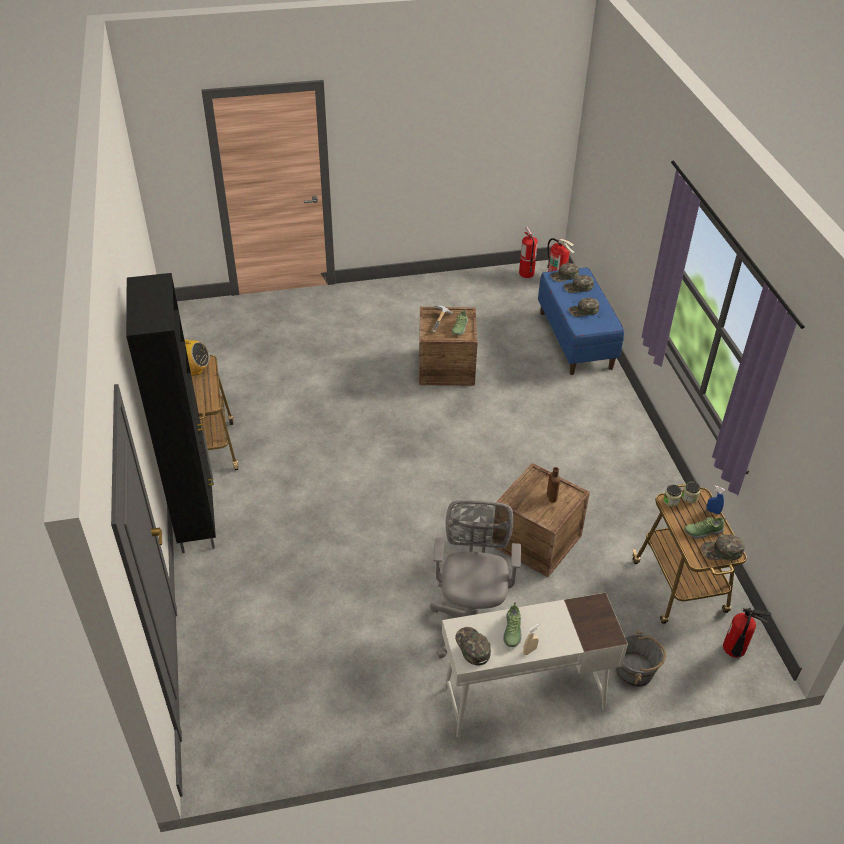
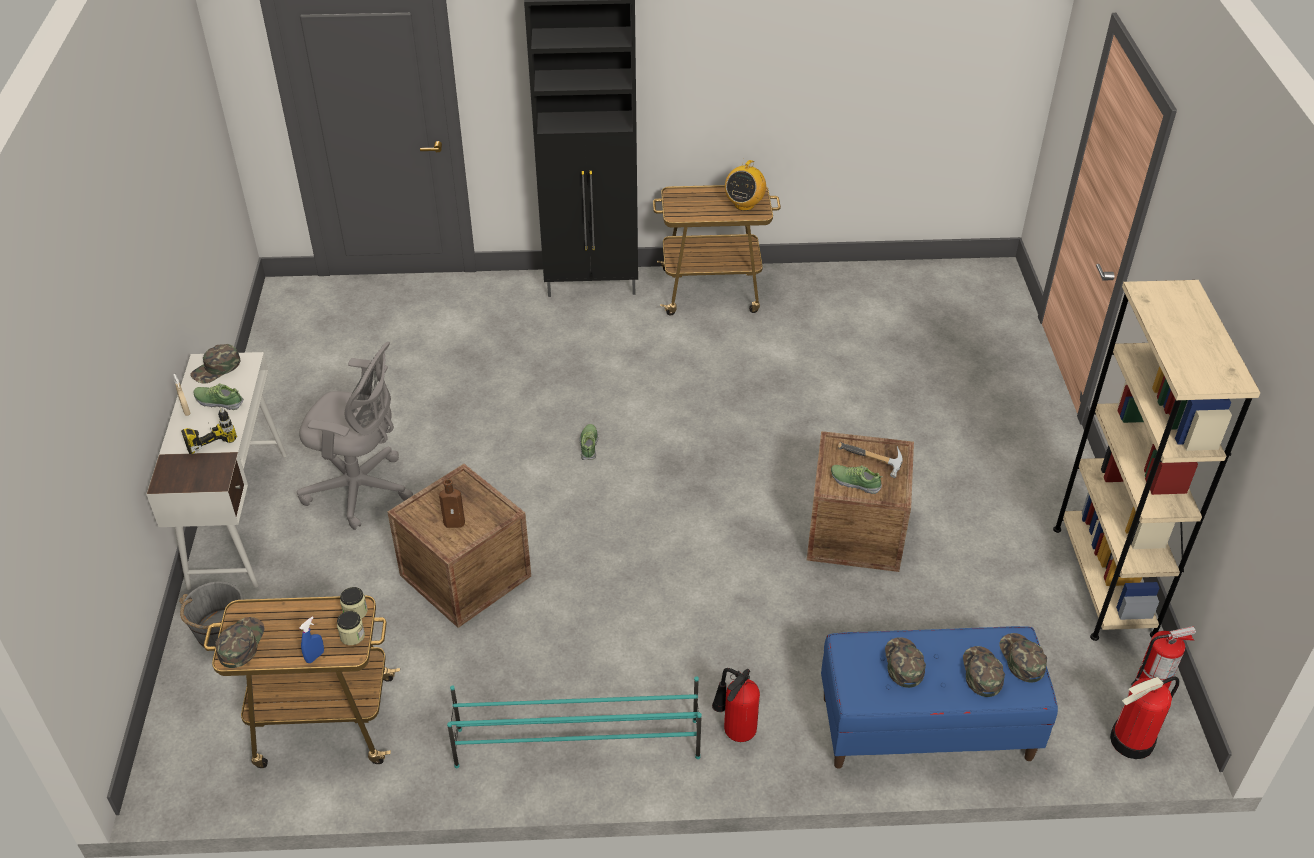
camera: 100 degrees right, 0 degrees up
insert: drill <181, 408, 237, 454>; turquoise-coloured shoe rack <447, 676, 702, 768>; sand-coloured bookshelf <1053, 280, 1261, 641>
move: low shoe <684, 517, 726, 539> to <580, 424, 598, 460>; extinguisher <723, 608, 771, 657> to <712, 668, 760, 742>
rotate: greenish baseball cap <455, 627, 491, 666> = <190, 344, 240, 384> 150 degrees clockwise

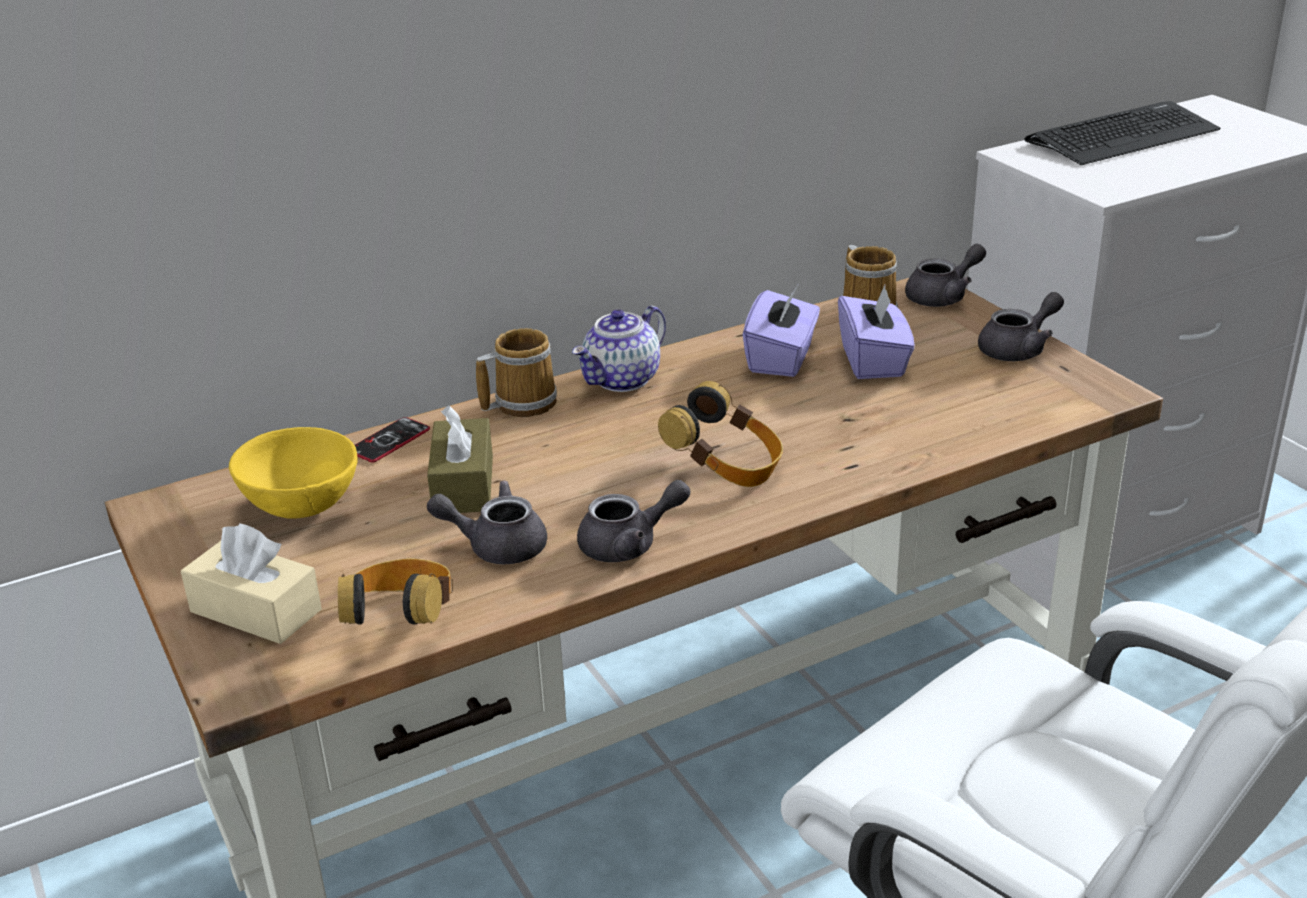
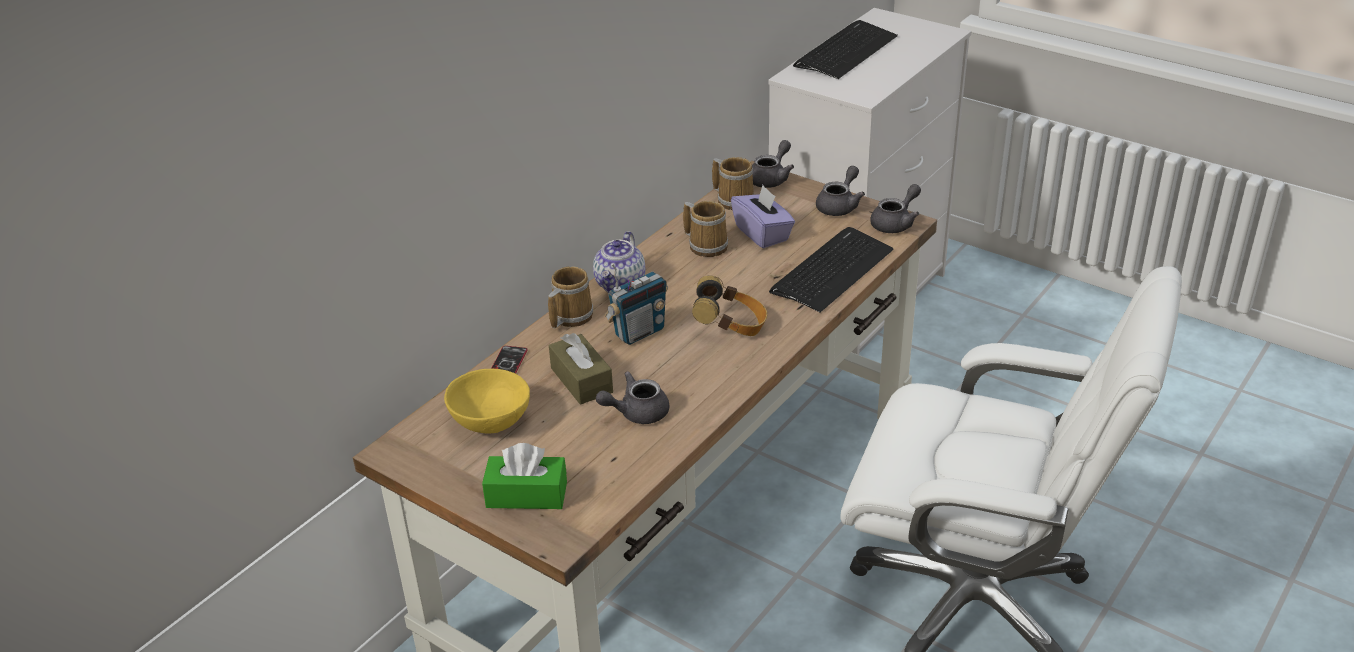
camera: 25 degrees left, 5 degrees up
delete: headset <338, 558, 453, 625>
insert: radio receiver <605, 263, 668, 345>; PC keyboard <769, 227, 894, 313>
move: greyish teapot <577, 480, 690, 562> to <870, 184, 921, 233>
replace: purple tissue box <743, 285, 820, 377> to mug <683, 201, 728, 257>
recolor: sand-coloured tissue box <181, 523, 322, 644> to greenish tissue box <482, 443, 567, 509>

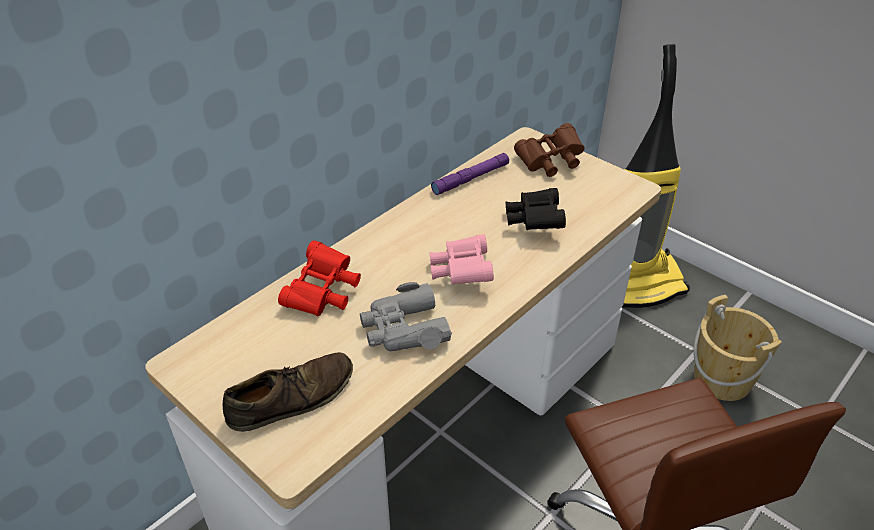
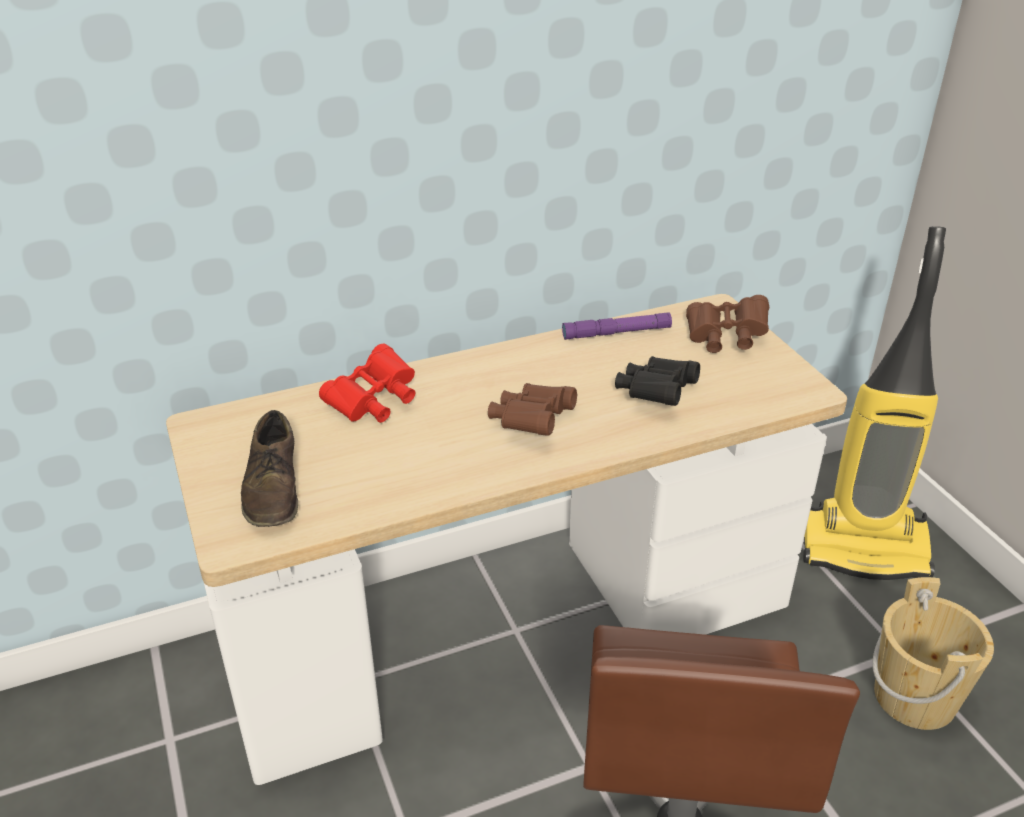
camera: 25 degrees right, 5 degrees down
delete: greyish binoculars <360, 282, 452, 351>
recolor: pink binoculars <430, 234, 494, 285> to brown-coloured binoculars <488, 383, 577, 436>
rotate: brown-coloured low shoe <223, 352, 353, 432> = <241, 410, 298, 527> 90 degrees clockwise

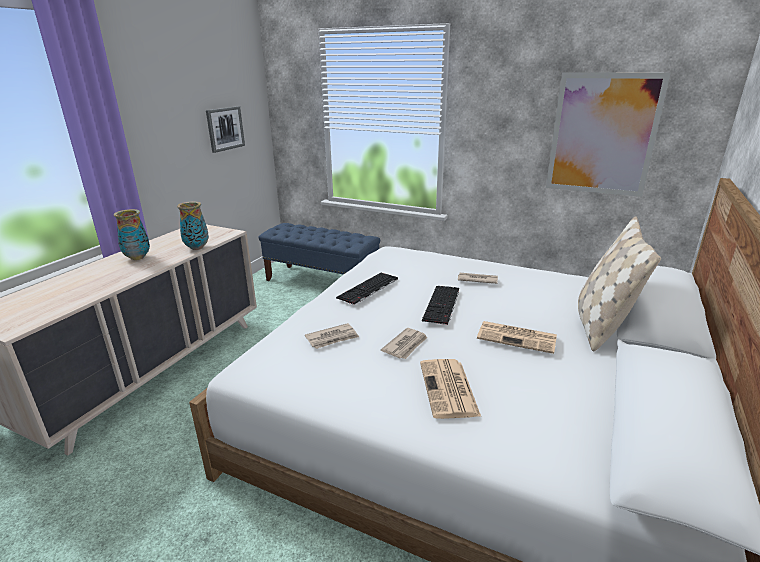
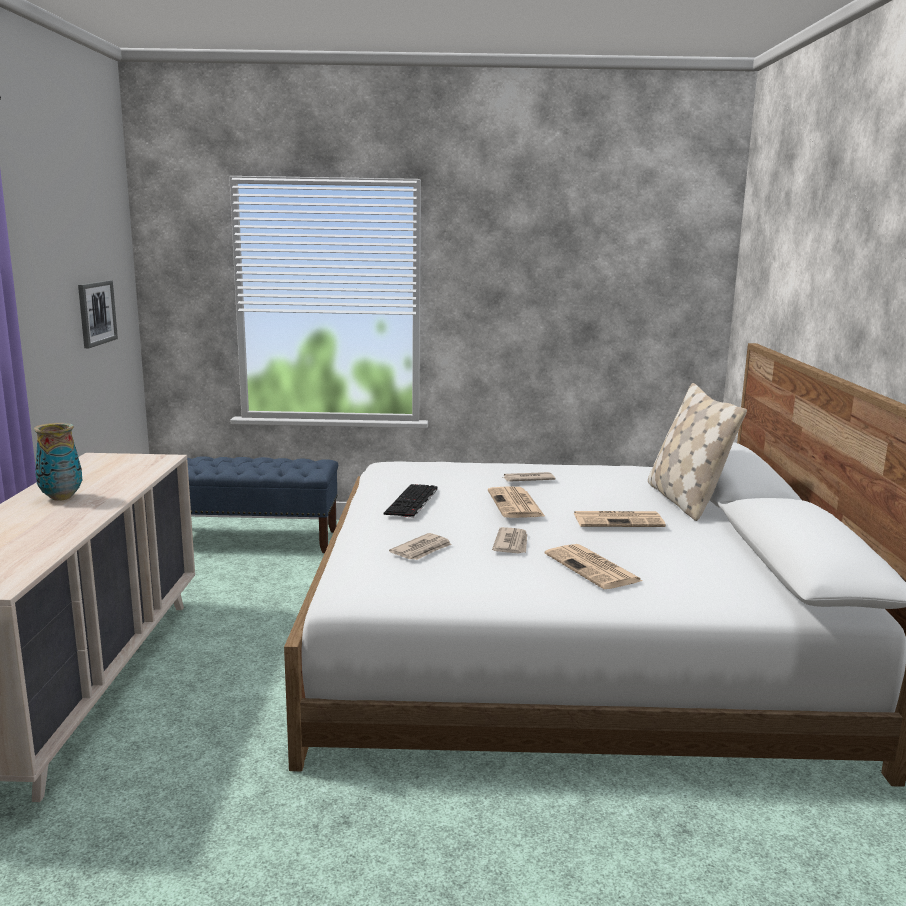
camera: 25 degrees left, 10 degrees down
delete: vase <177, 201, 209, 250>; wall art <546, 72, 671, 197>
replace: PC keyboard <422, 286, 459, 325> to newspaper <488, 486, 545, 518>

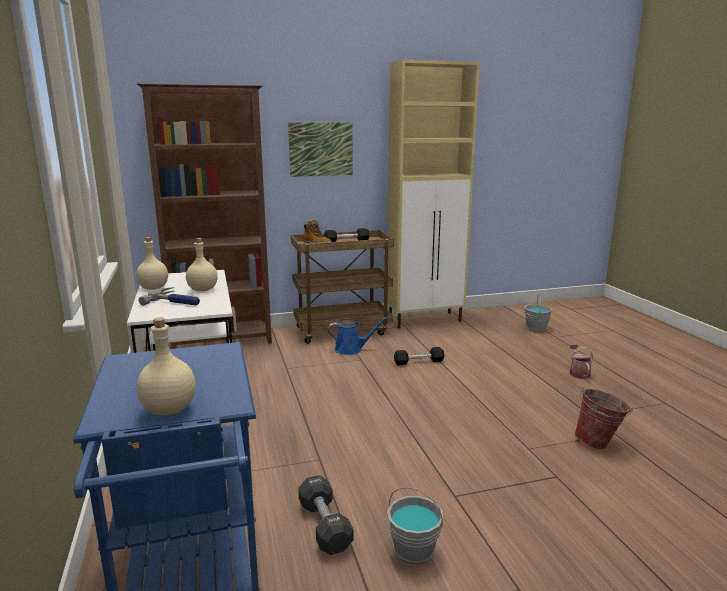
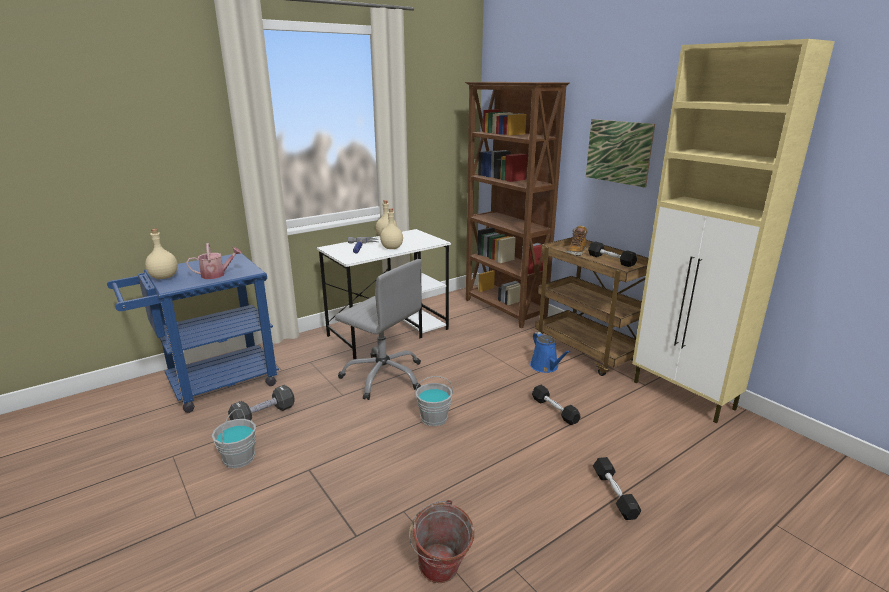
camera: 70 degrees right, 5 degrees up
insert: greyish desk chair <335, 259, 422, 400>; blackish hand weight <593, 457, 641, 520>
move: greyish pail <525, 295, 552, 332> to <415, 376, 453, 426>; watering can <570, 345, 593, 379> to <186, 243, 242, 279>

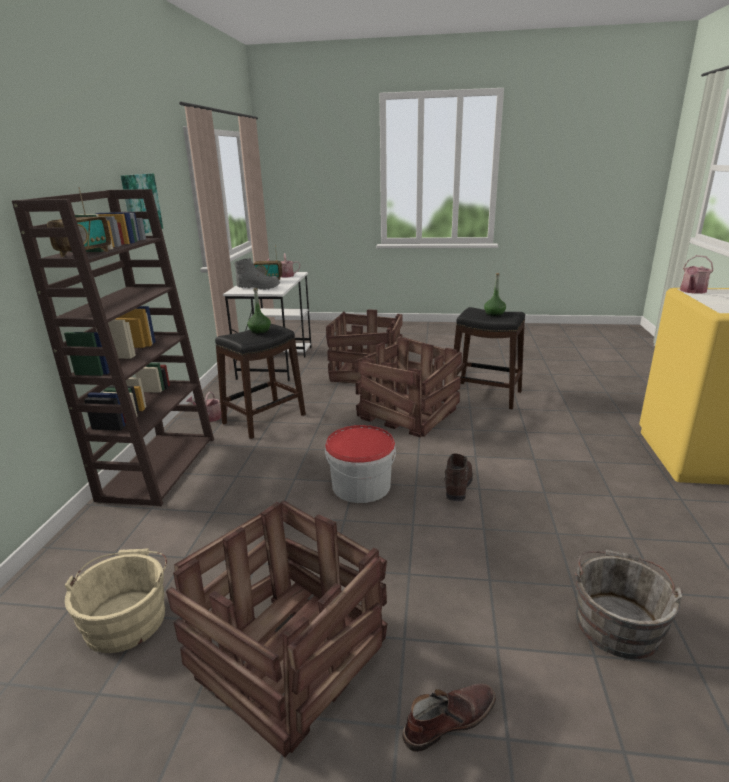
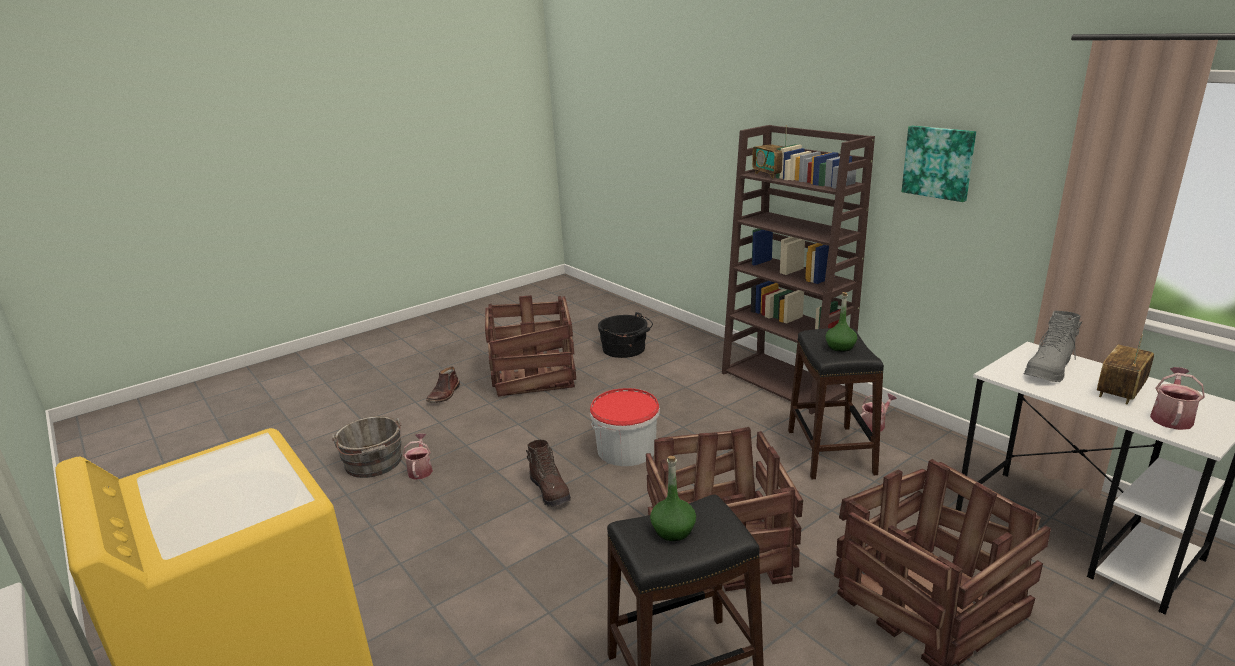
camera: 135 degrees right, 0 degrees up
move: watering can <680, 255, 713, 294> to <403, 434, 433, 480>
recolor: sand-coloured pail <65, 548, 167, 653> to blackish pail <598, 312, 653, 358>

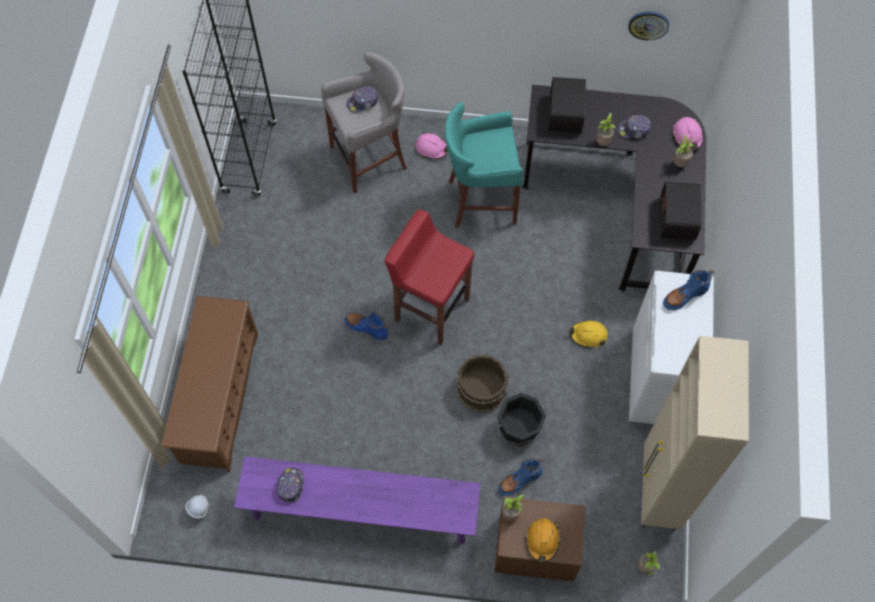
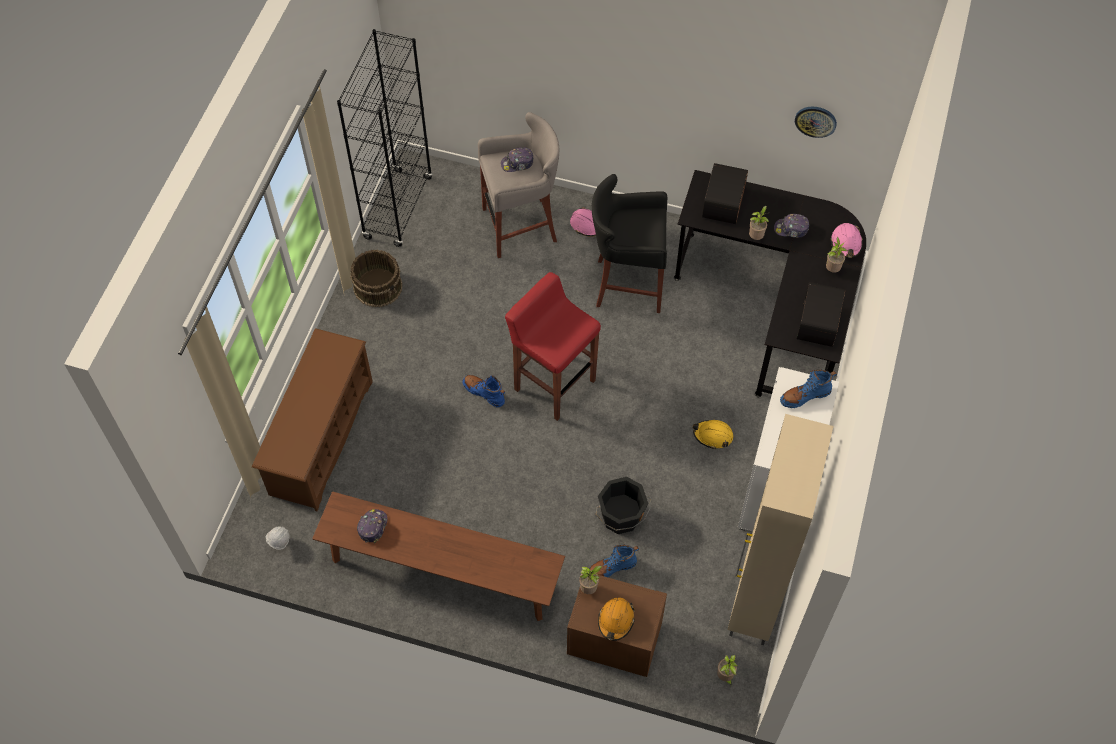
camera: 10 degrees right, 5 degrees down
move: brown-coloured pail <456, 354, 509, 413> to <350, 249, 403, 307>
recolor: purple indoor bench <234, 456, 481, 545> to brown-coloured indoor bench <312, 491, 565, 621>; turquoise-coloured stool <445, 102, 523, 228> to blackish stool <592, 174, 667, 313>

